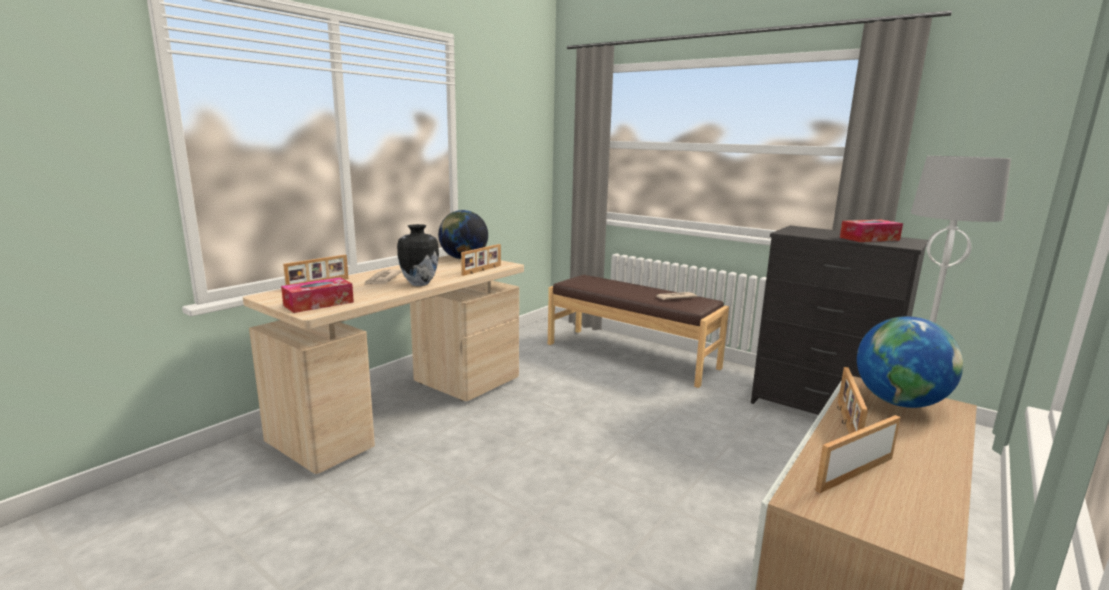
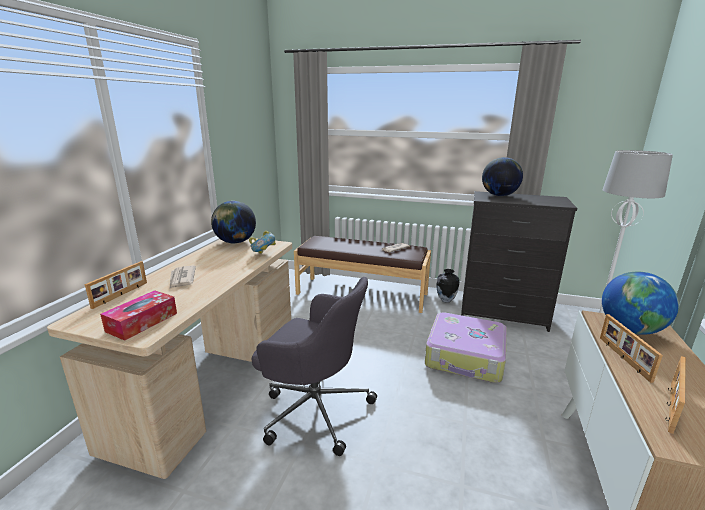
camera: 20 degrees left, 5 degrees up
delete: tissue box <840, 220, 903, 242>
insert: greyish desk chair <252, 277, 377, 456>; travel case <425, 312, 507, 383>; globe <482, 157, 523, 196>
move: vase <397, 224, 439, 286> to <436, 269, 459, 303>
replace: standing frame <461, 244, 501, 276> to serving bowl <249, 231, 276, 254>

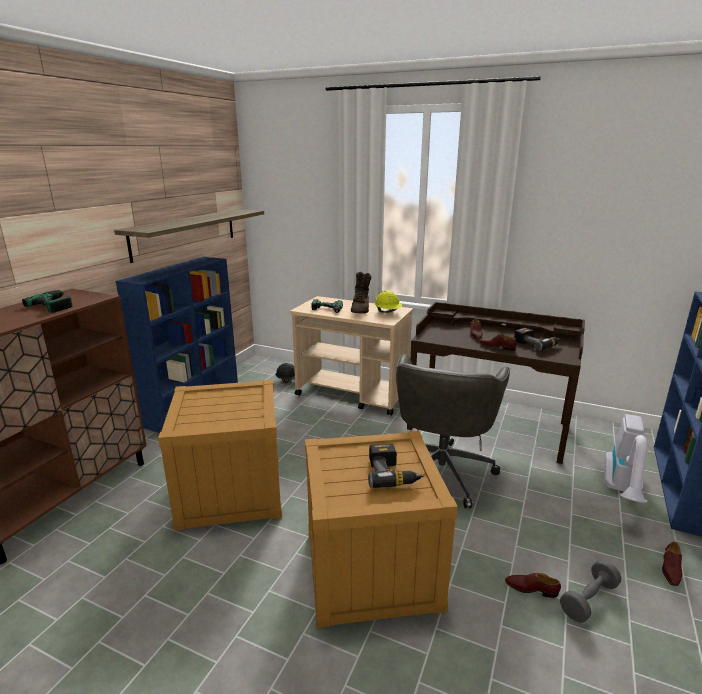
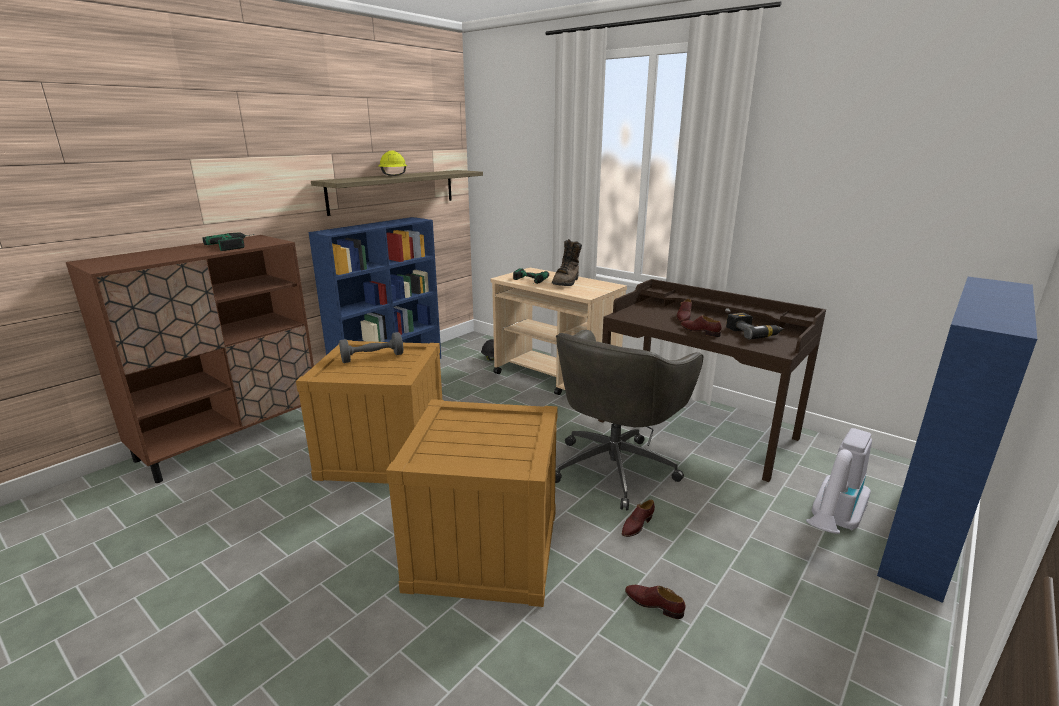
camera: 15 degrees right, 0 degrees up
delete: drill <368, 444, 424, 488>
move: yellowish hard hat <374, 290, 402, 313> to <379, 150, 407, 176>; greyish hand weight <560, 560, 621, 623> to <339, 332, 403, 363>; brown-coloured low shoe <662, 541, 682, 586> to <622, 500, 655, 537>

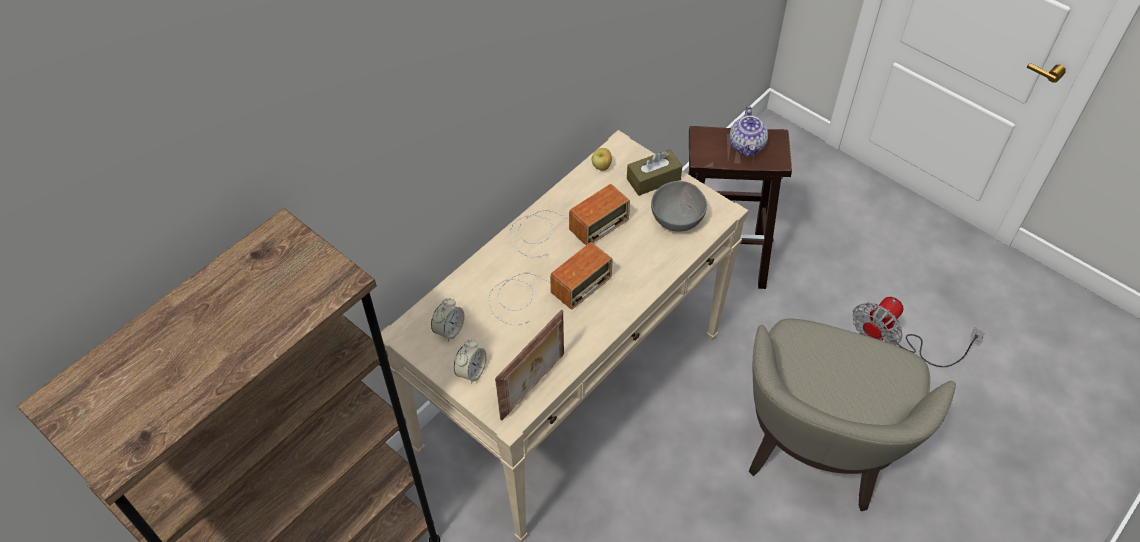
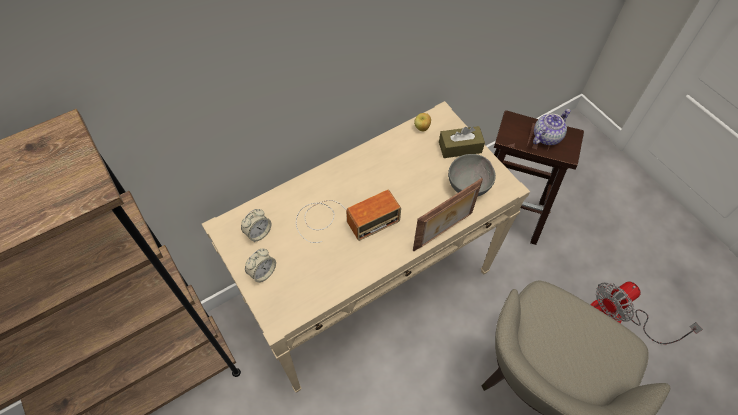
camera: 15 degrees right, 5 degrees up
delete: radio receiver <509, 184, 630, 257>
move: standing frame <495, 310, 564, 420> to <413, 178, 483, 251>
rotate: teapot <730, 106, 768, 157> = <533, 109, 571, 145> 150 degrees counterclockwise

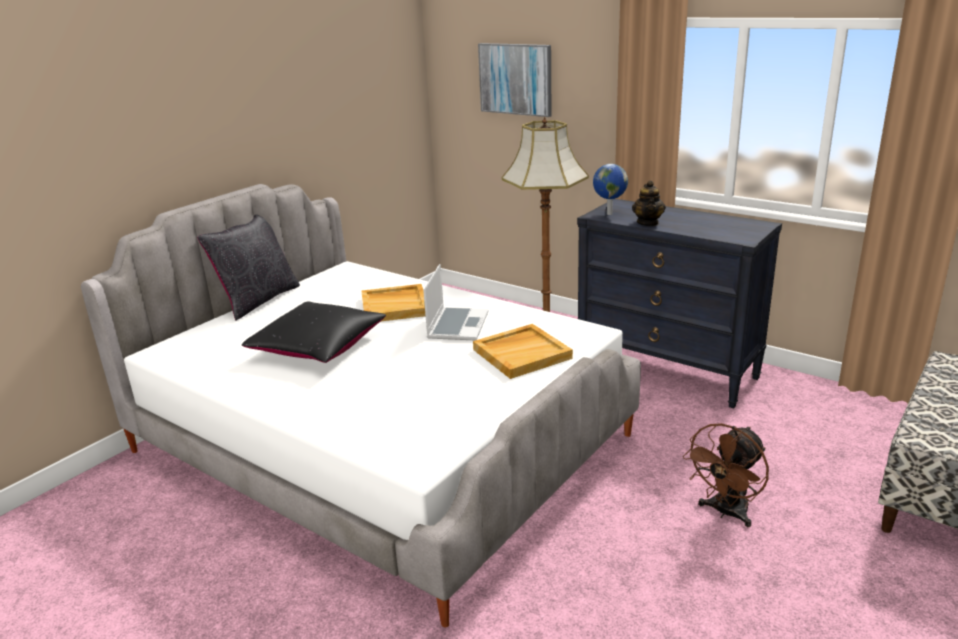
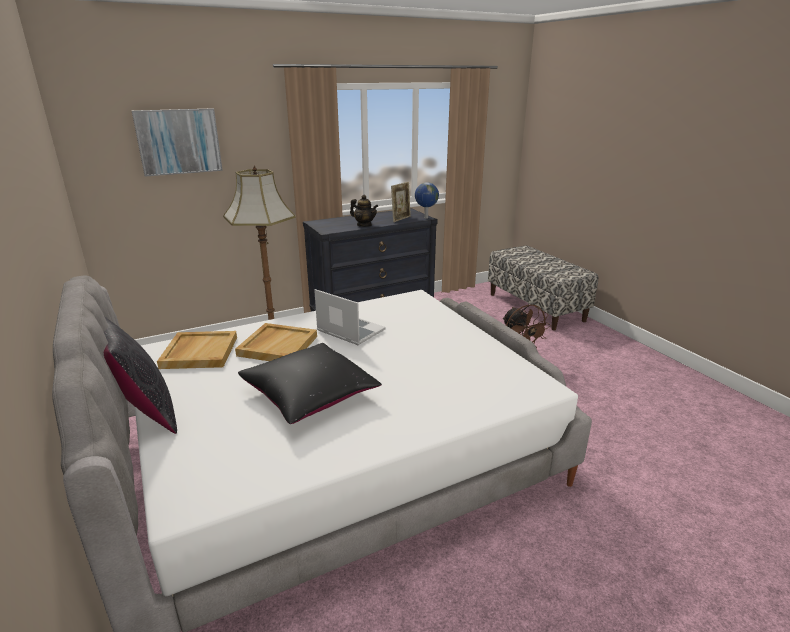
camera: 65 degrees left, 0 degrees up
insert: standing frame <391, 182, 411, 222>
move: sand-coloured serving tray <473, 324, 573, 379> to <157, 331, 237, 369>; globe <593, 164, 628, 215> to <415, 182, 439, 219>

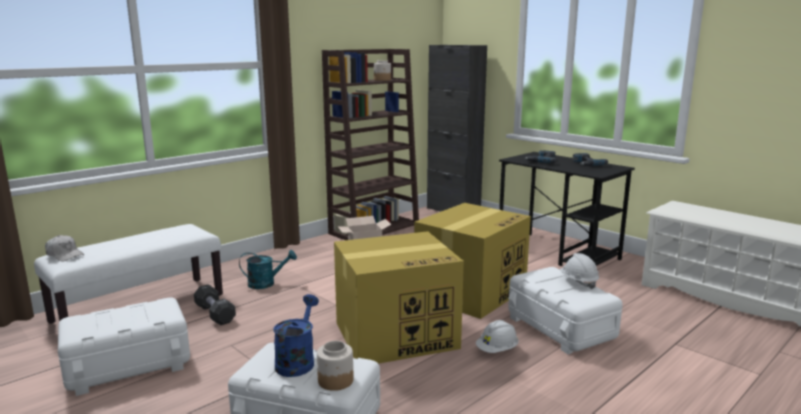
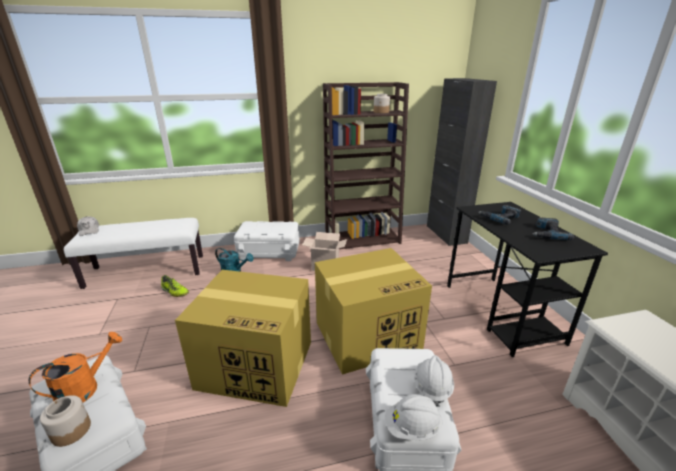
camera: 30 degrees right, 10 degrees up
move: whitish storage bin <58, 297, 190, 396> to <234, 221, 300, 261>; whitish hard hat <476, 320, 519, 353> to <385, 394, 443, 440>
replace: blackish hand weight <194, 284, 236, 325> to low shoe <161, 275, 189, 297>
recolor: blue watering can <274, 294, 319, 377> to orange-coloured watering can <28, 332, 122, 402>

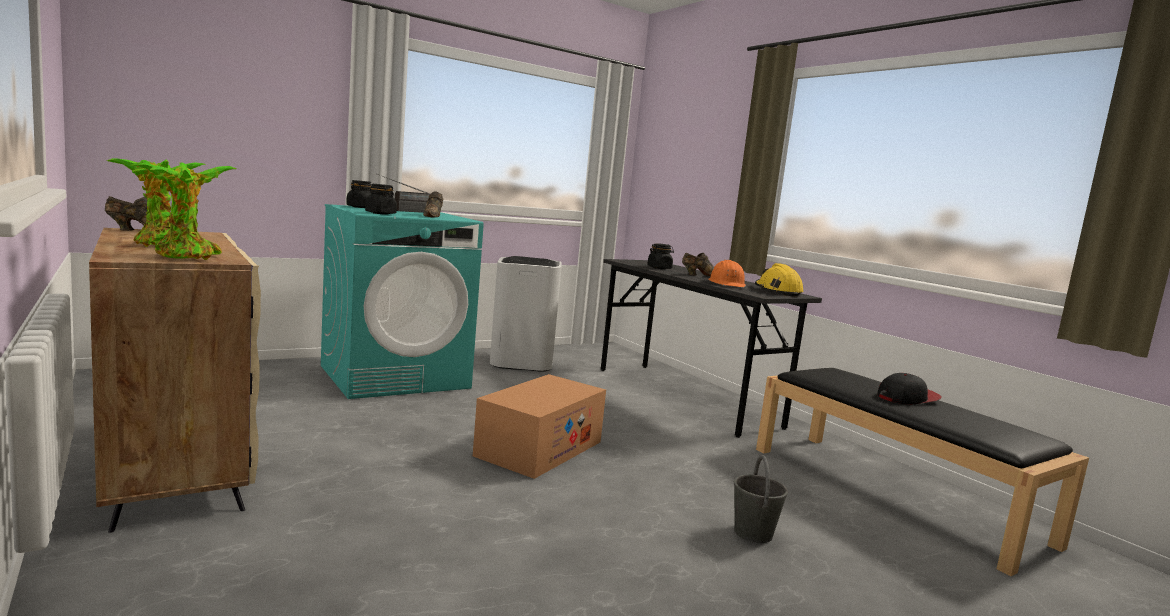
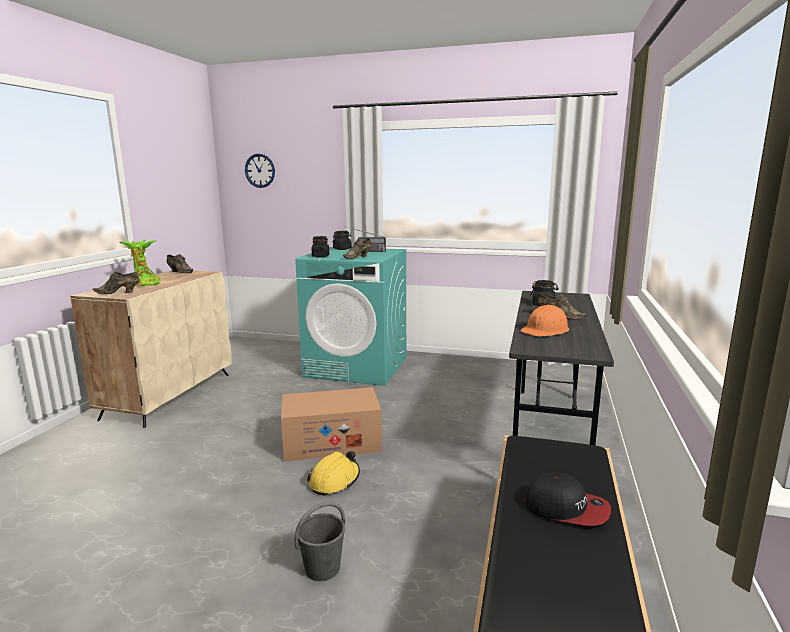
camera: 50 degrees right, 5 degrees up
delete: whitish rubbish bin <490, 256, 562, 372>
insert: hanging clock <245, 153, 275, 188>
move: yellowish hard hat <755, 263, 804, 296> to <307, 451, 360, 496>
replace: plant in a pot <130, 162, 237, 260> to brown-coloured low shoe <92, 272, 140, 294>

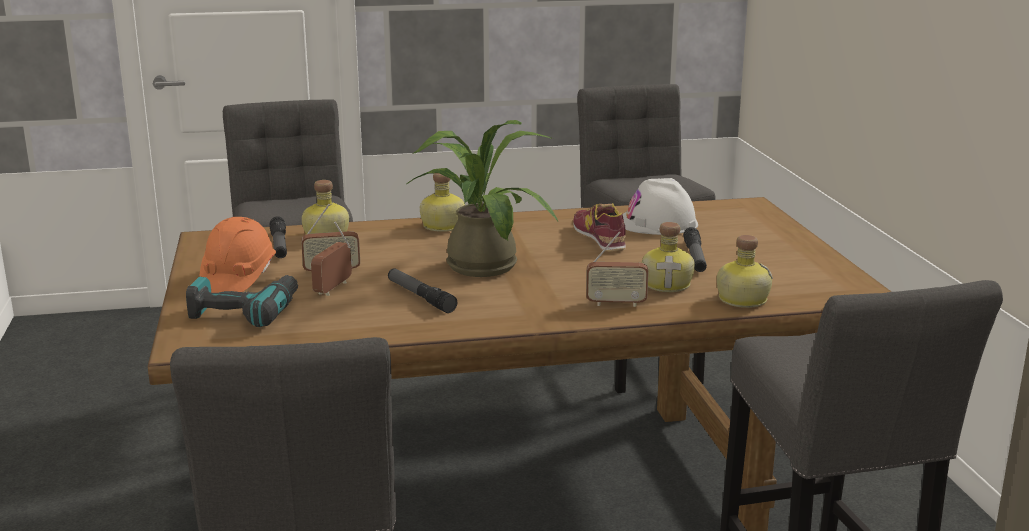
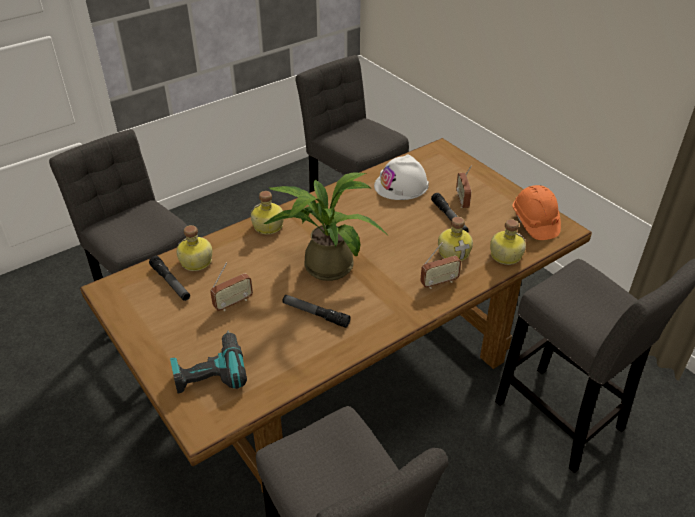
camera: 25 degrees left, 20 degrees up
delete: low shoe <573, 203, 626, 251>
move: orange-coloured hard hat <200, 217, 276, 293> to <512, 185, 561, 240>; radio receiver <311, 221, 352, 296> to <456, 165, 472, 208>

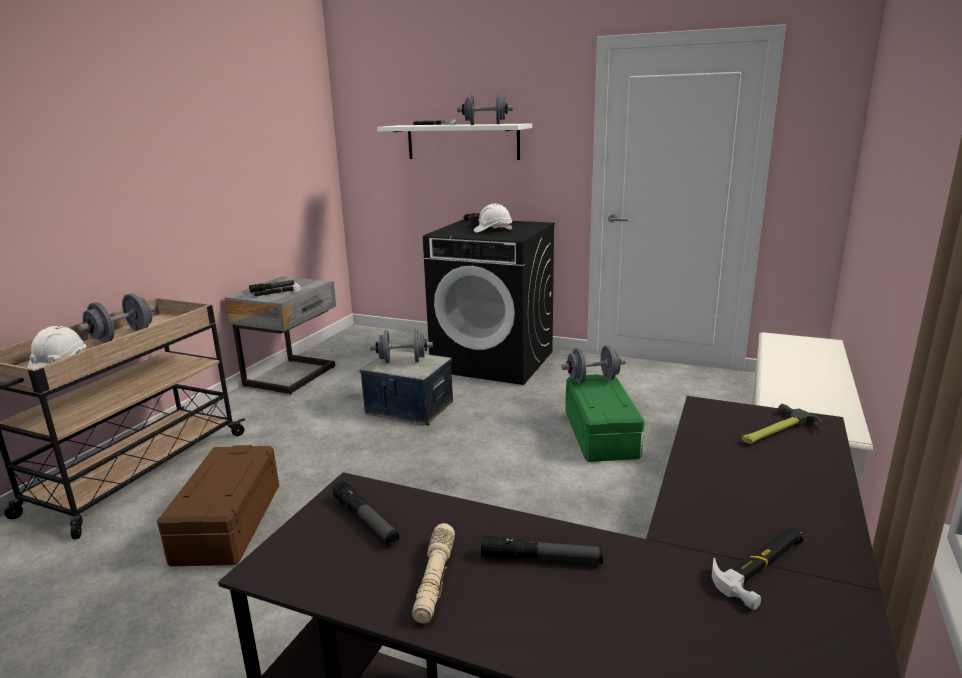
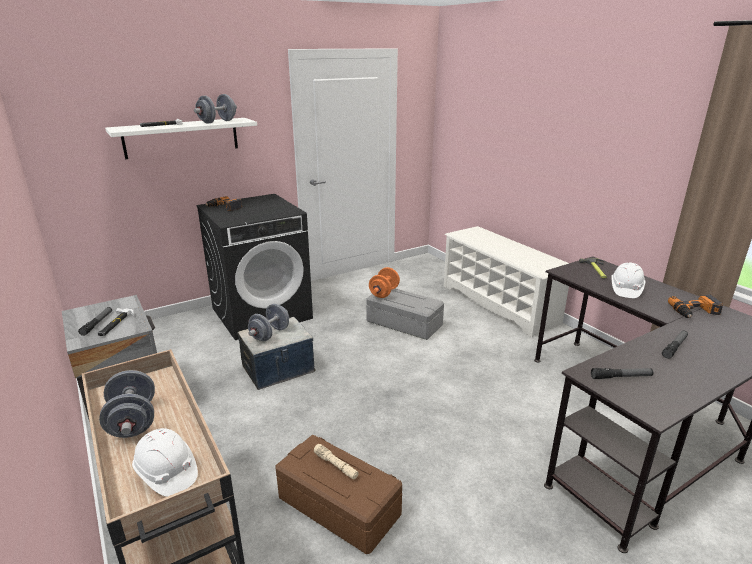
camera: 55 degrees left, 5 degrees up
move: sand-coloured torch <412, 523, 455, 623> to <314, 444, 358, 479>; whitish hard hat <474, 204, 512, 233> to <611, 262, 645, 298>
replace: tool hammer <712, 528, 805, 610> to drill <668, 295, 723, 318>
recolor: greyish hand weight <561, 345, 626, 383> to orange-coloured hand weight <369, 267, 400, 298>; greenish storage bin <565, 374, 645, 462> to greyish storage bin <366, 289, 444, 340>

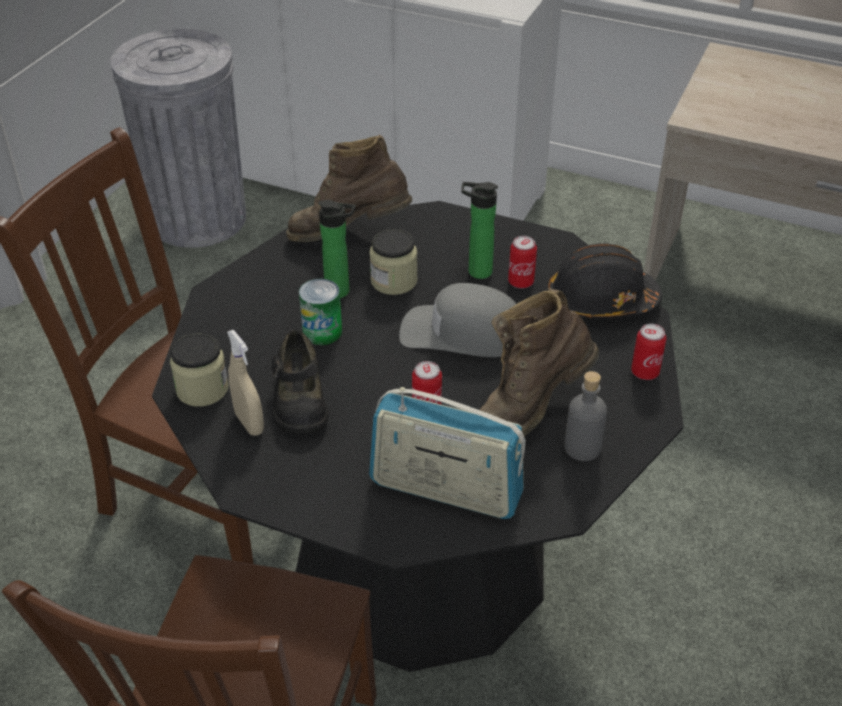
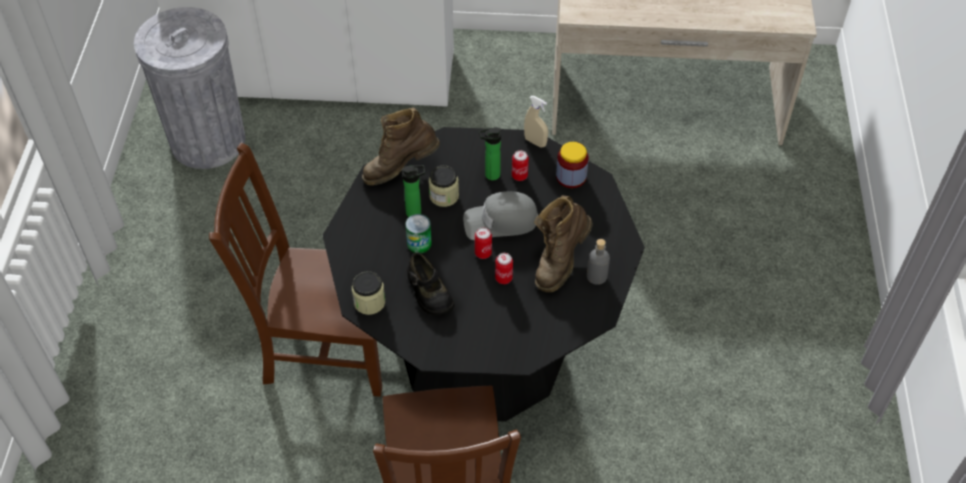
camera: 20 degrees left, 10 degrees up
delete: radio receiver <369, 387, 525, 519>
move: sand-coloured spray bottle <227, 330, 264, 436> to <524, 96, 548, 148>; can <631, 324, 666, 380> to <475, 227, 492, 259>
replace: blackish hard hat <548, 243, 662, 319> to preserve jar <556, 142, 589, 188>

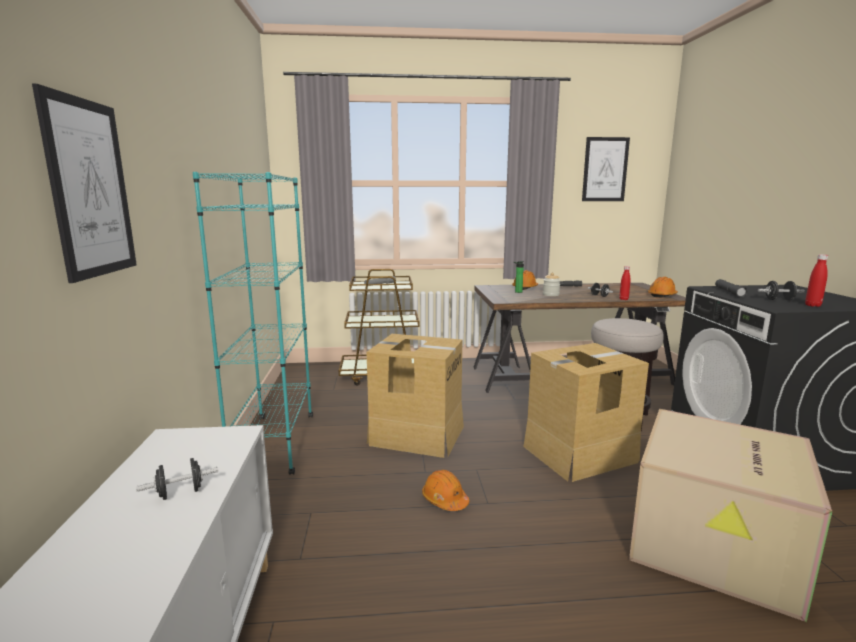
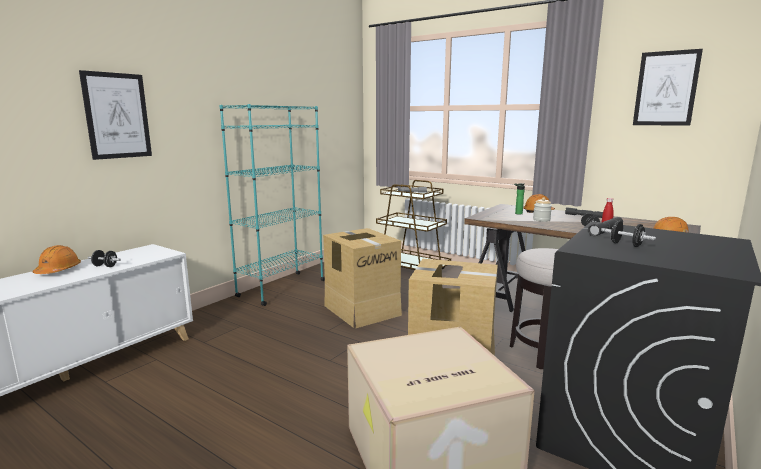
camera: 40 degrees right, 0 degrees up
delete: red bottle <805, 254, 828, 307>
move: orange-coloured hard hat <422, 470, 469, 511> to <33, 245, 81, 274>

